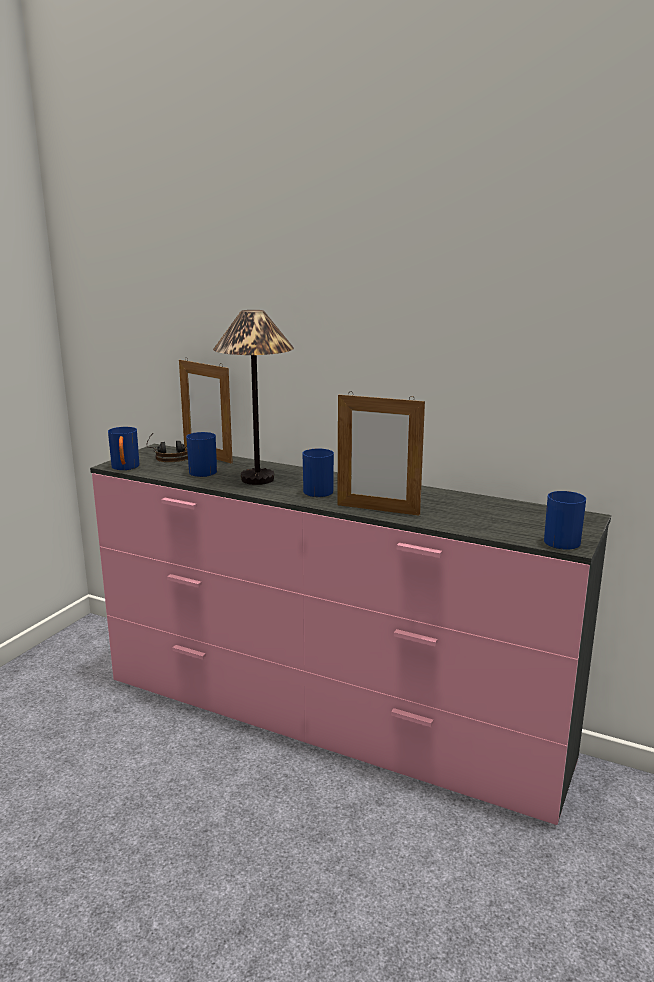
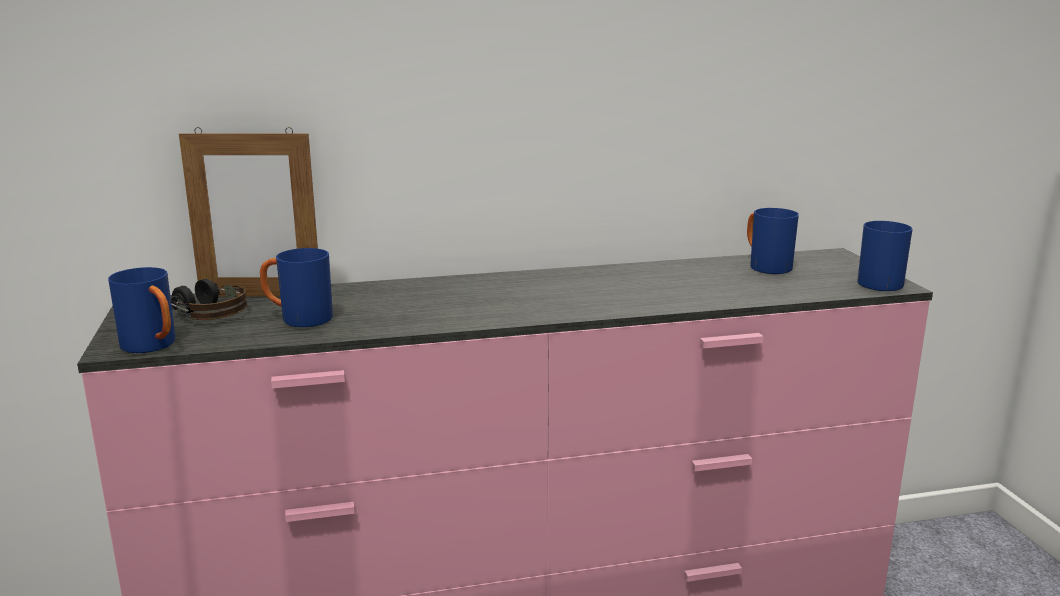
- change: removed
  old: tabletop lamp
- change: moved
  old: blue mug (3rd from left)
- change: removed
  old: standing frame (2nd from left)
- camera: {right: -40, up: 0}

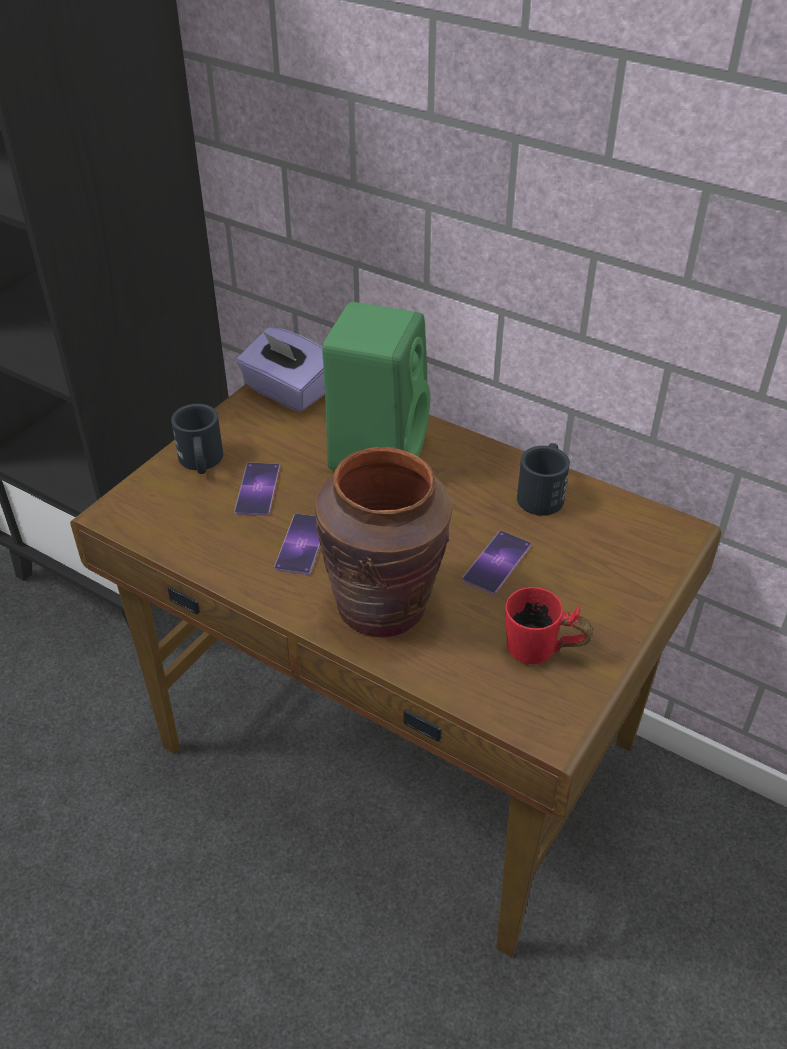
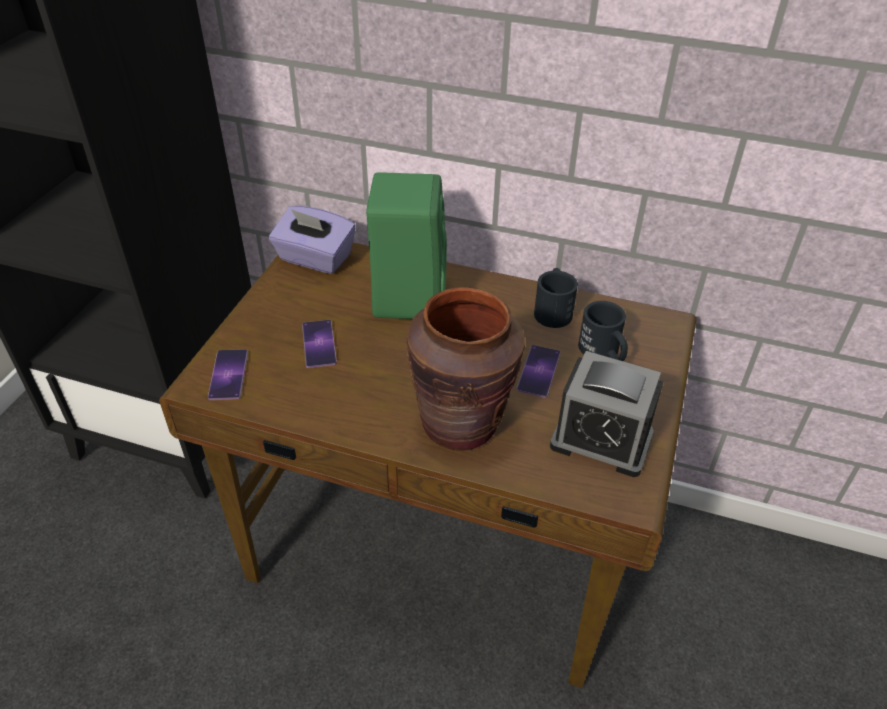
- change: moved
  old: blackish mug (1st from left in the first image)
  new: blackish mug (2nd from left)
- change: moved
  old: phone (2nd from left in the first image)
  new: phone (1st from left)
- change: replaced
  old: red-coloured mug
  new: alarm clock
- camera: {right: -15, up: 0}

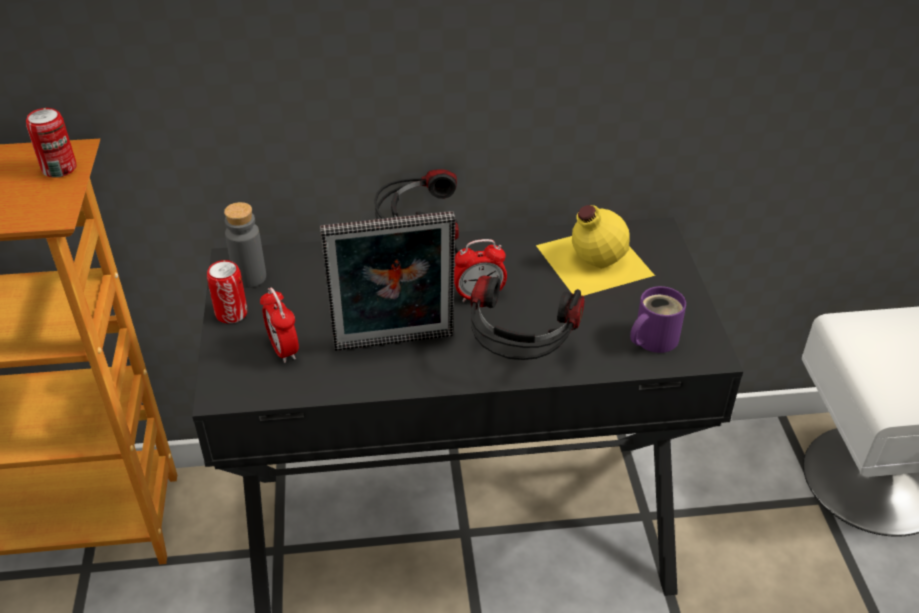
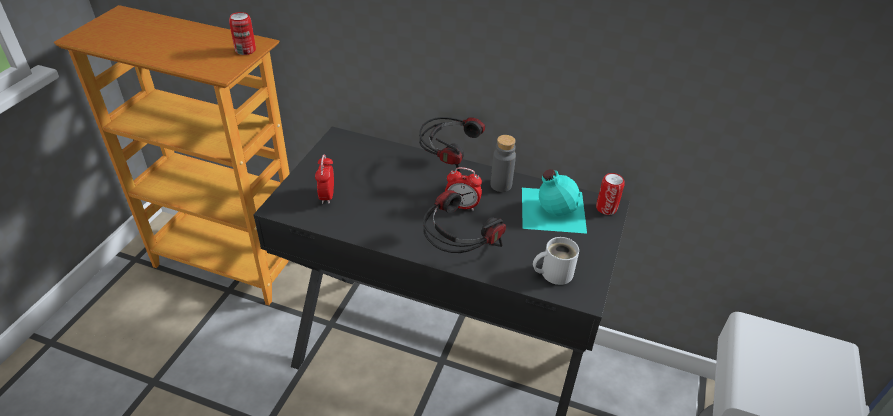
- change: moved
  old: can (2nd from left)
- change: moved
  old: gray drink bottle
- change: removed
  old: standing frame
- change: recoloured
  old: yellow-coloured drink bottle
  new: turquoise drink bottle
- change: recoloured
  old: purple-coloured mug
  new: whitish mug
- camera: {right: 25, up: 0}

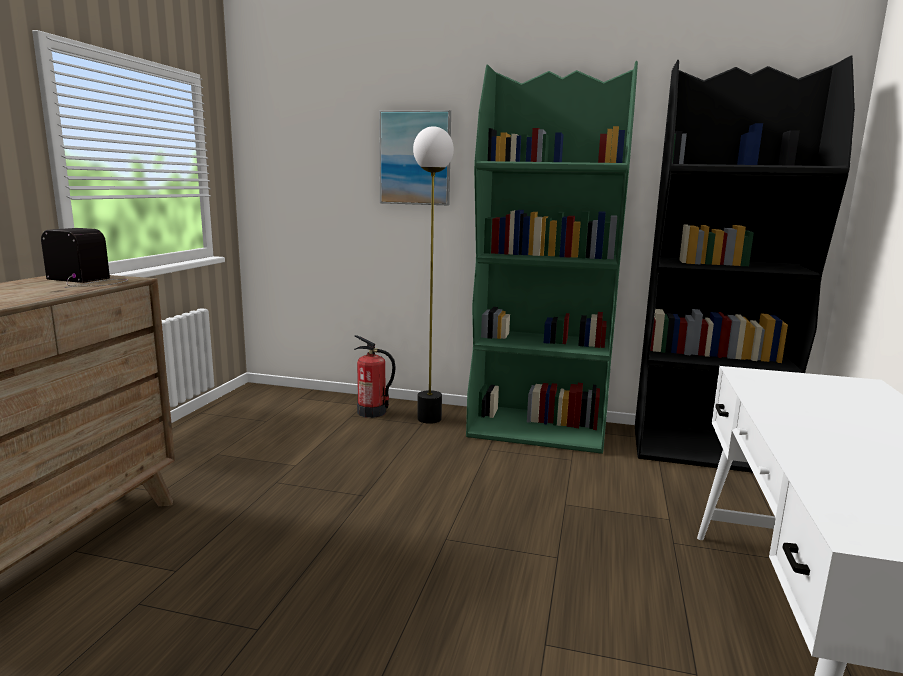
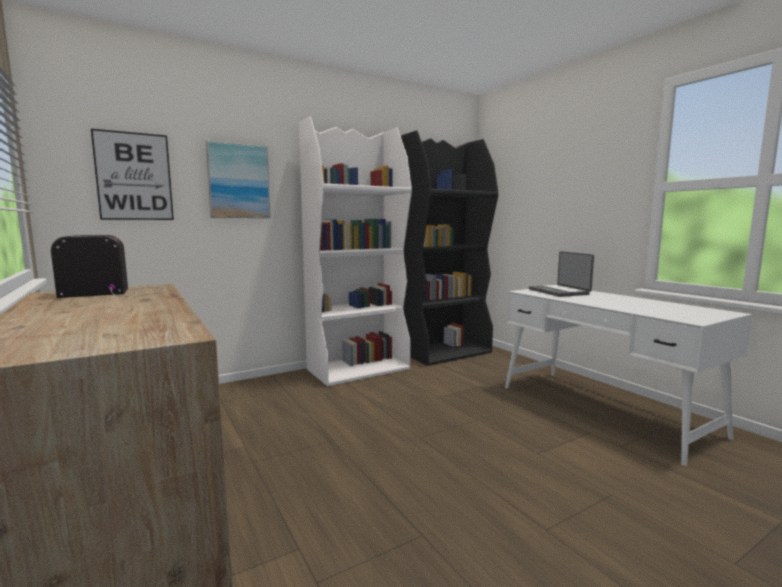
- change: removed
  old: extinguisher
- change: removed
  old: floor lamp
- change: recoloured
  old: green bookshelf
  new: whitish bookshelf
- change: added
  new: wall picture (1st from left)
- change: added
  new: portable computer
- camera: {right: -45, up: -5}

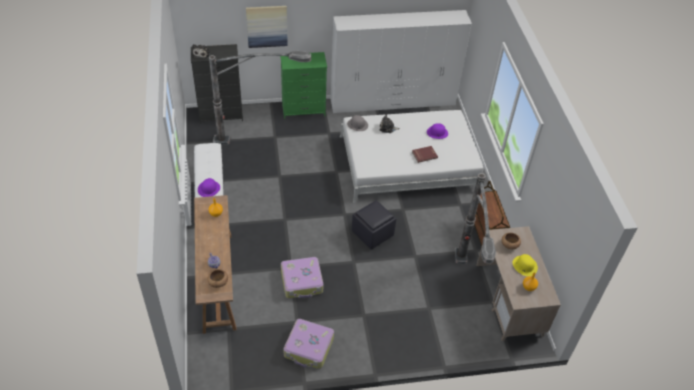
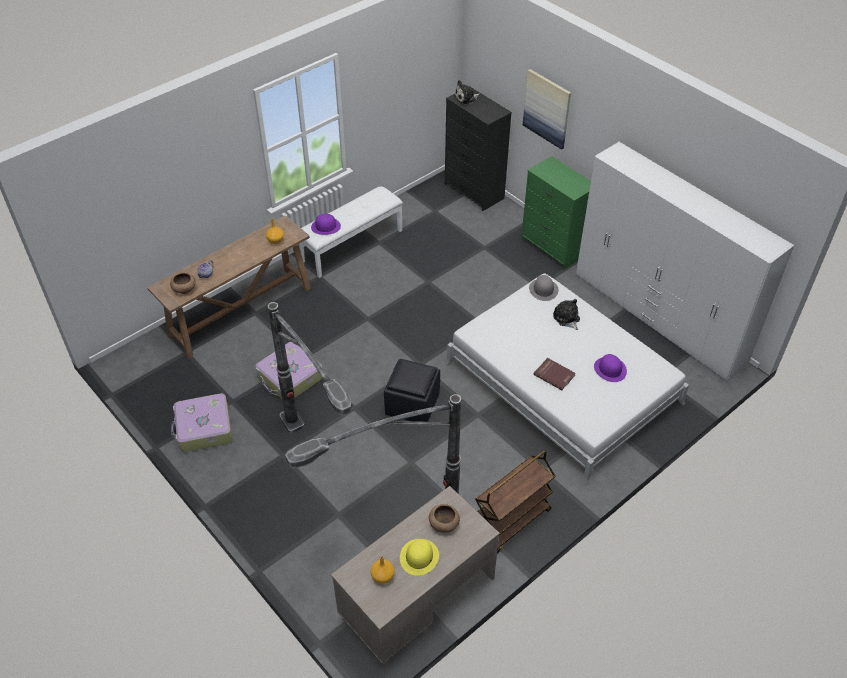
- change: moved
  old: floor lamp (1st from left)
- camera: {right: 60, up: 0}

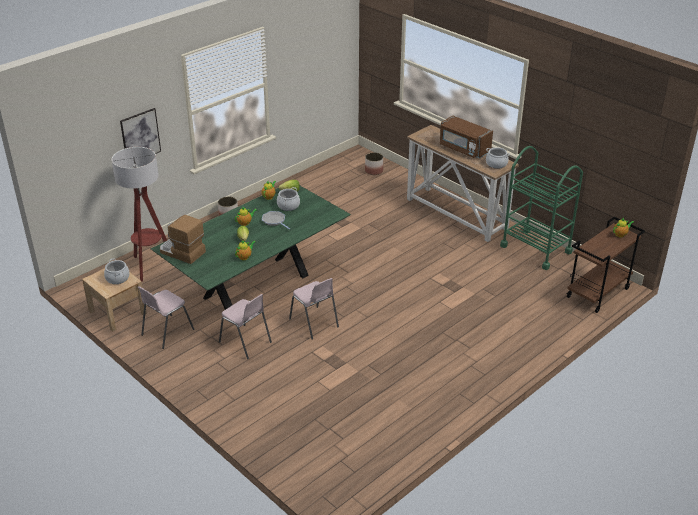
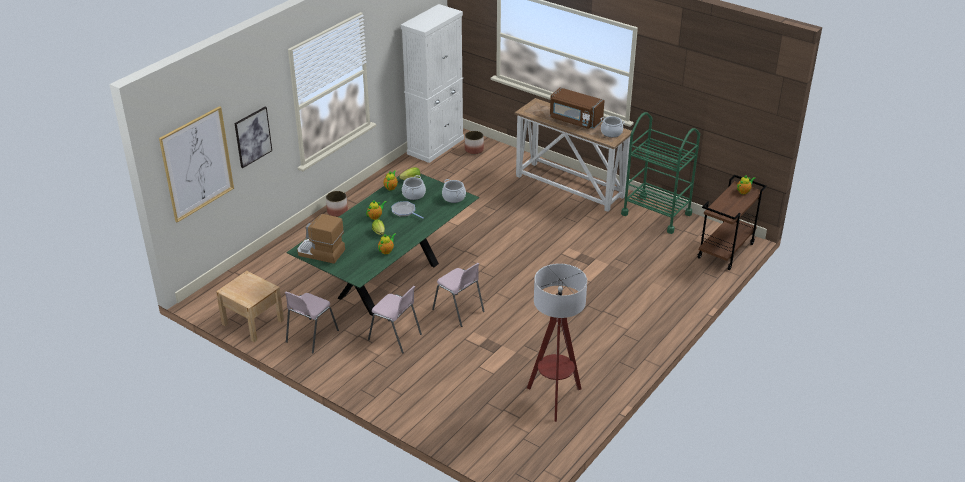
- change: moved
  old: saucepot (1st from left in the first image)
  new: saucepot (2nd from left)
- change: moved
  old: floor lamp
- change: added
  new: wall picture (1st from left)
- change: added
  new: whitish storage cabinet
- camera: {right: -10, up: 0}

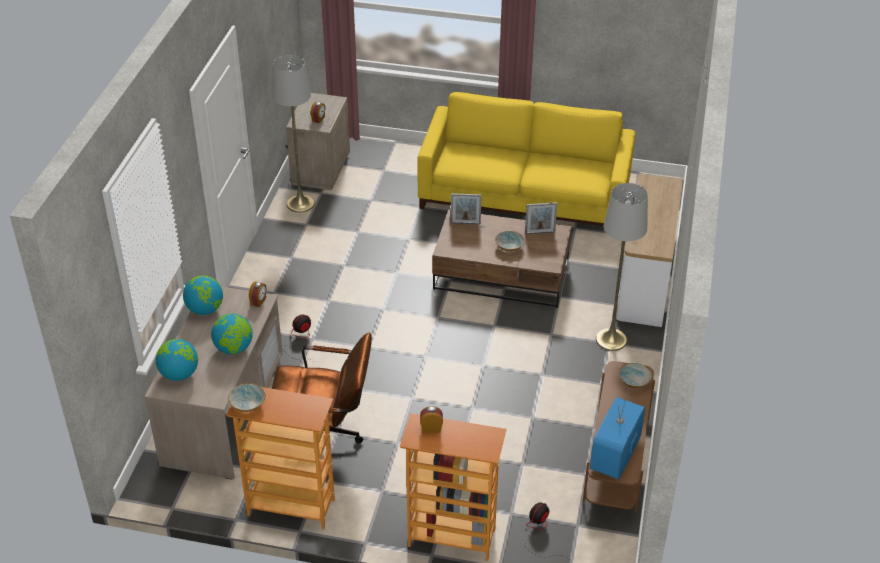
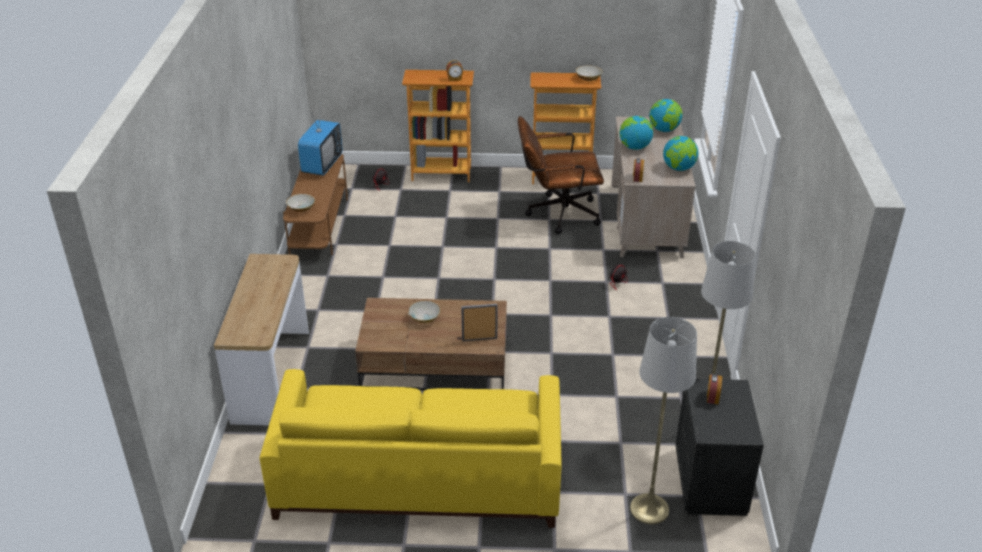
- change: recoloured
  old: sand-coloured nightstand
  new: blackish nightstand
- change: removed
  old: standing frame (2nd from left)
- change: moved
  old: gray floor lamp (2nd from left in the first image)
  new: gray floor lamp (1st from left)
- camera: {right: 170, up: -5}

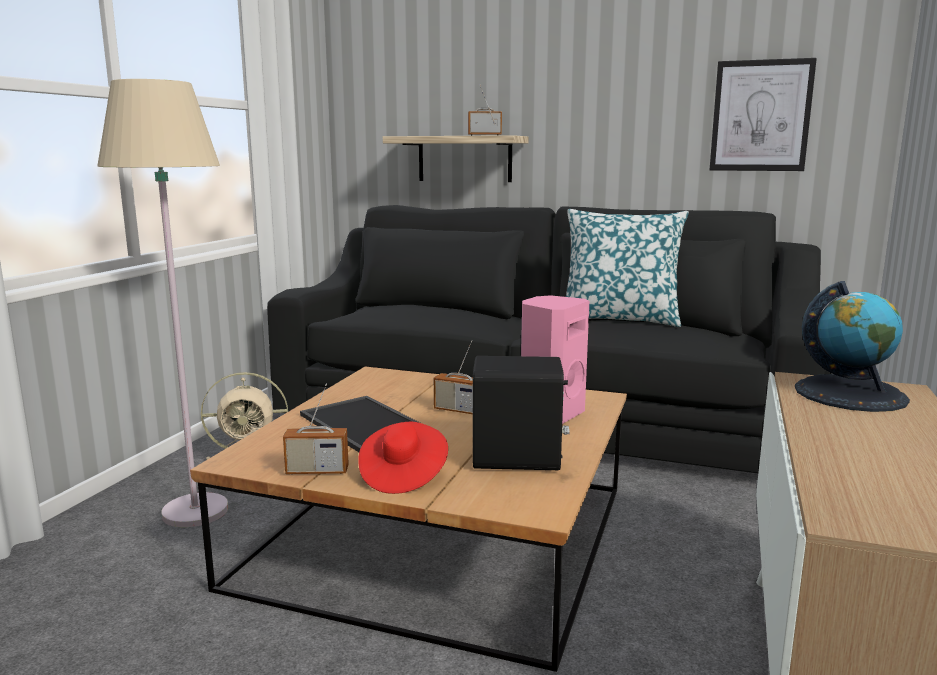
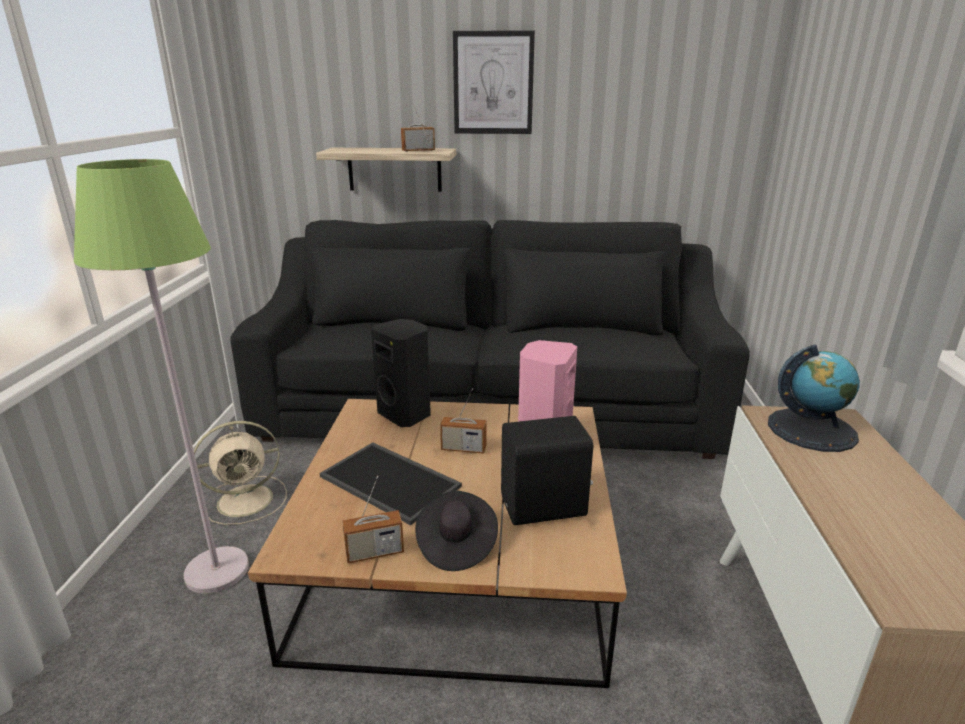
- change: recoloured
  old: sand-coloured floor lamp
  new: green floor lamp
- change: recoloured
  old: red-coloured hat
  new: blackish hat
- change: removed
  old: throw pillow
- change: moved
  old: wall picture
- change: added
  new: blackish speaker (1st from left)
- camera: {right: -15, up: 10}

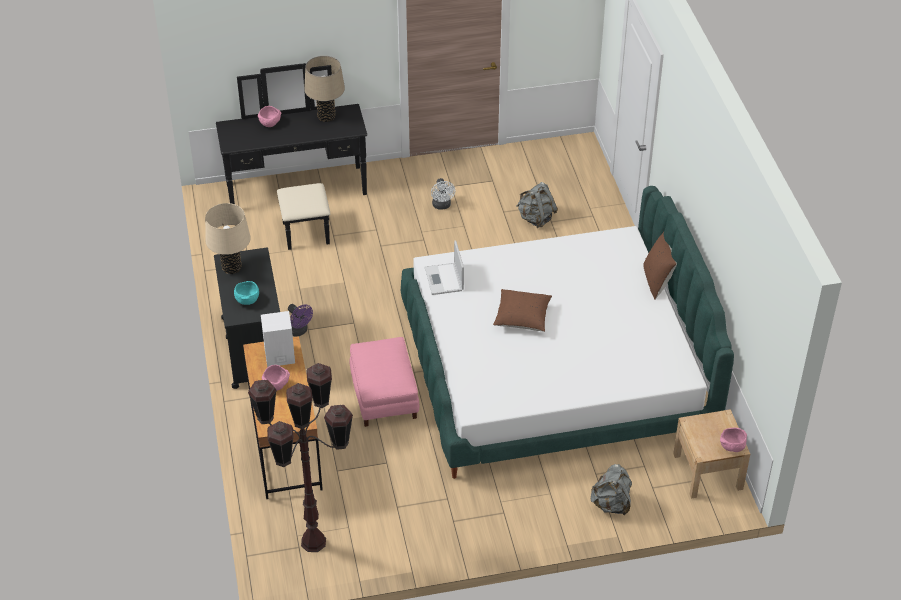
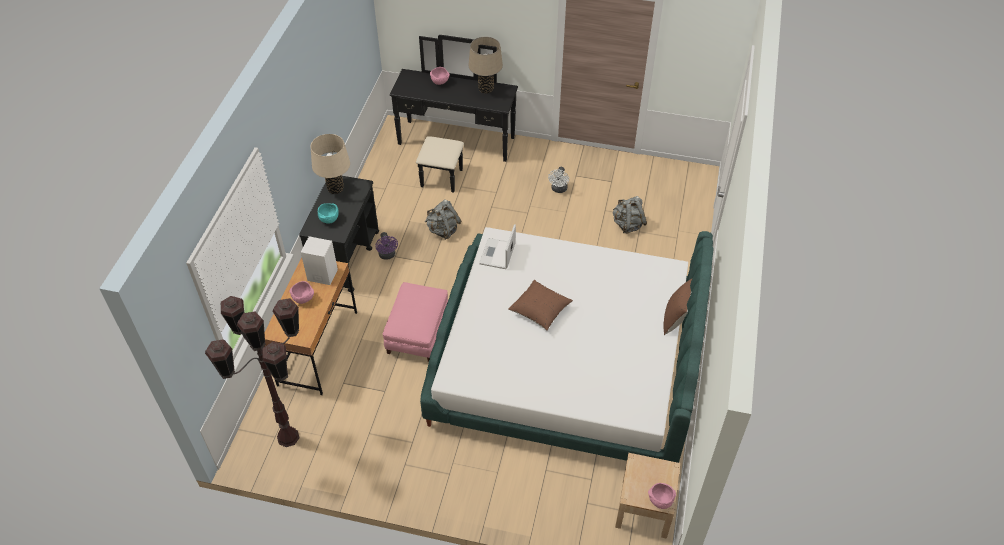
- change: moved
  old: gray knapsack (2nd from left in the first image)
  new: gray knapsack (1st from left)
- camera: {right: 25, up: 5}

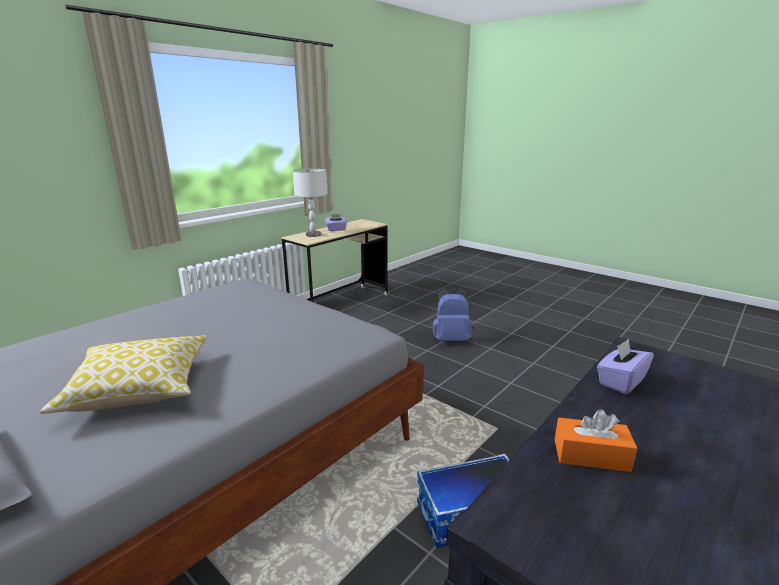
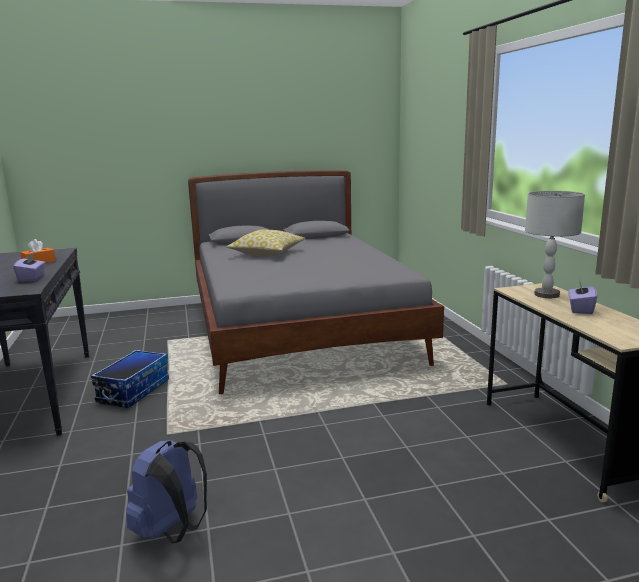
- change: moved
  old: blue knapsack
- camera: {right: 125, up: -5}

